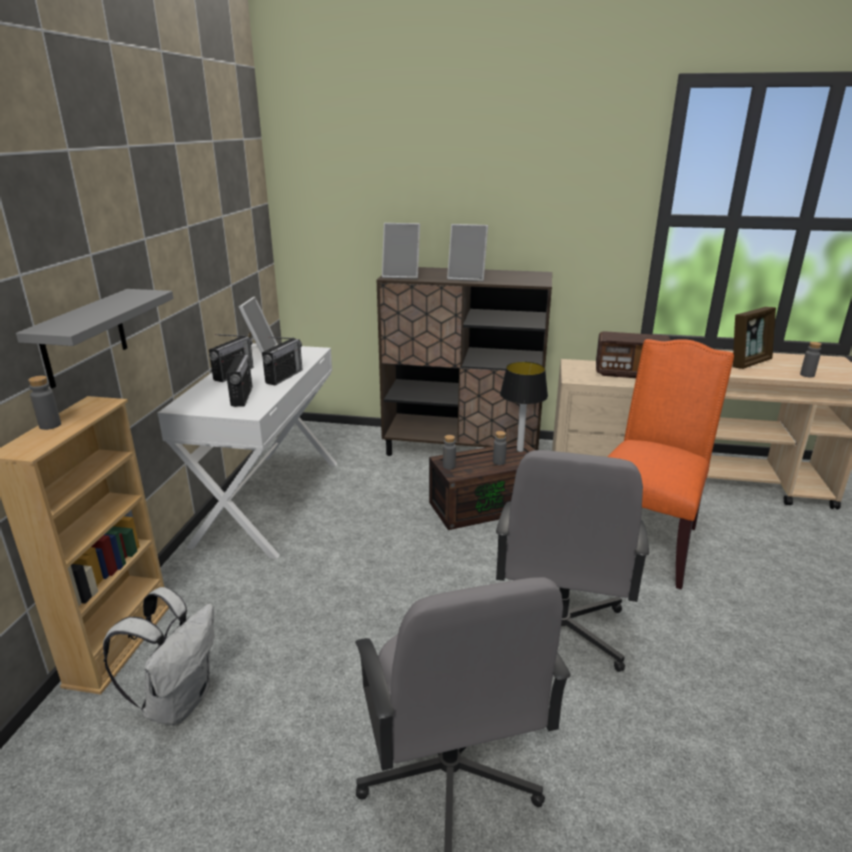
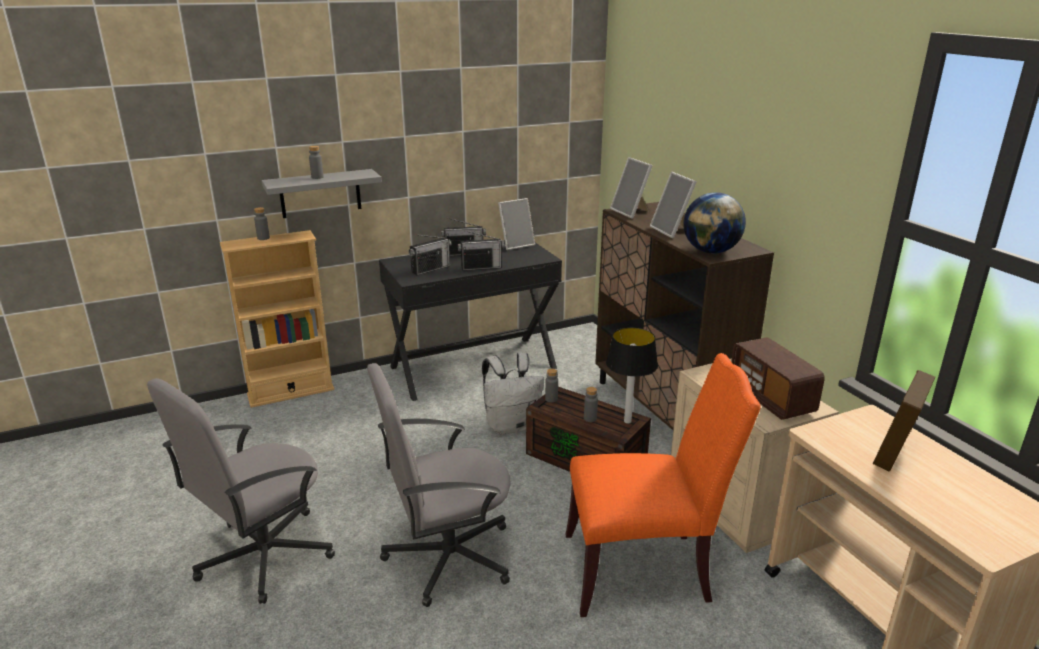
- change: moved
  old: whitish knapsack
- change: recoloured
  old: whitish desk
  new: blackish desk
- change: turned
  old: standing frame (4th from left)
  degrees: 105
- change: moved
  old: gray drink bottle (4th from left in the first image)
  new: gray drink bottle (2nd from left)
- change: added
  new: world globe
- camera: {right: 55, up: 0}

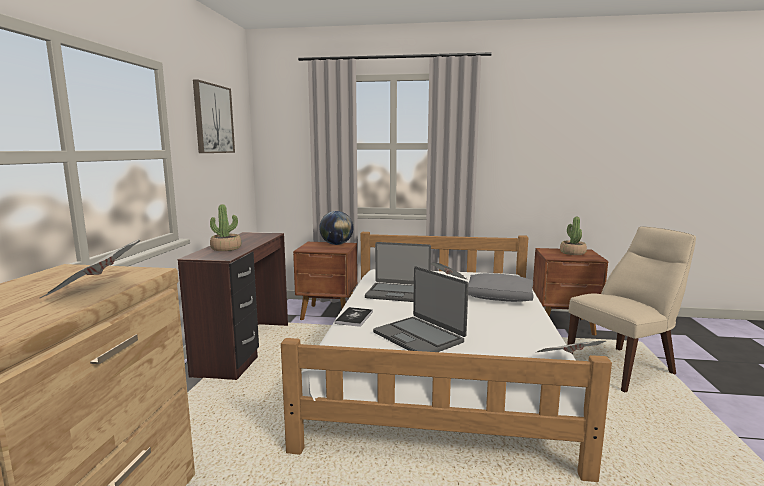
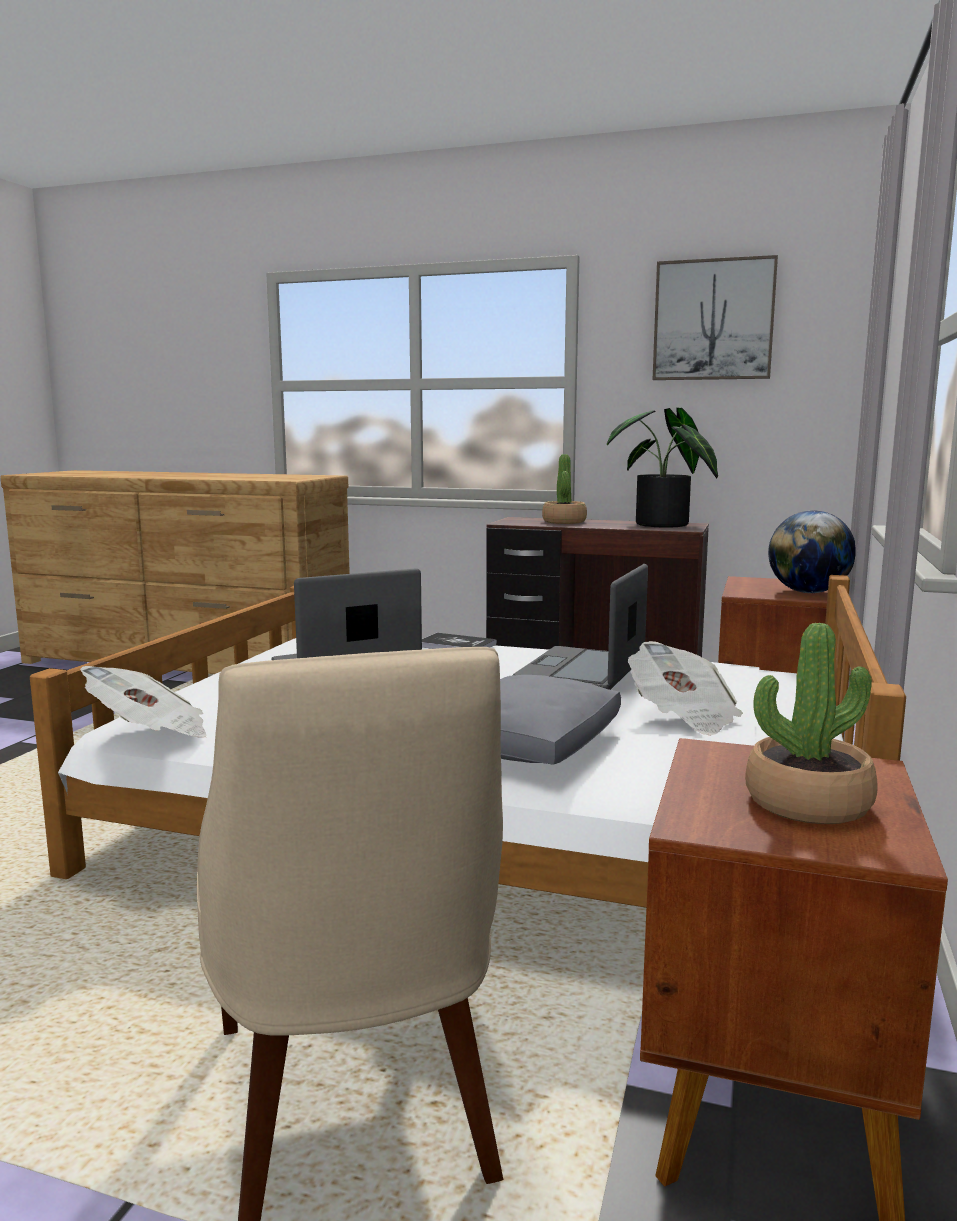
- change: removed
  old: daily paper (1st from left)
- change: added
  new: houseplant (2nd from left)
- camera: {right: 100, up: 0}

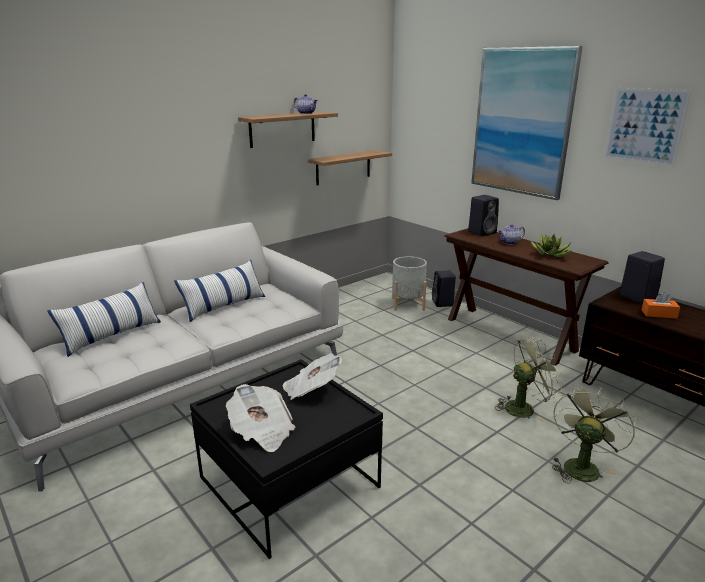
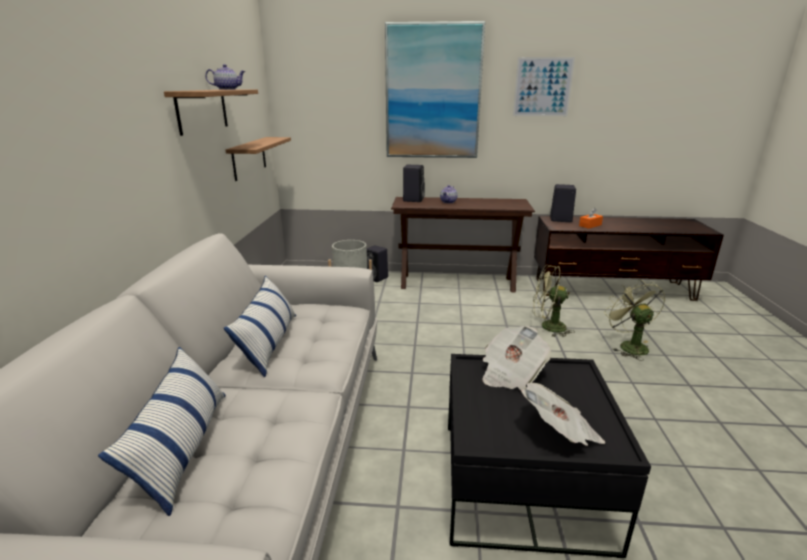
- change: turned
  old: green cooling fan (1st from left)
  degrees: -105
- change: removed
  old: houseplant
- camera: {right: -45, up: 0}

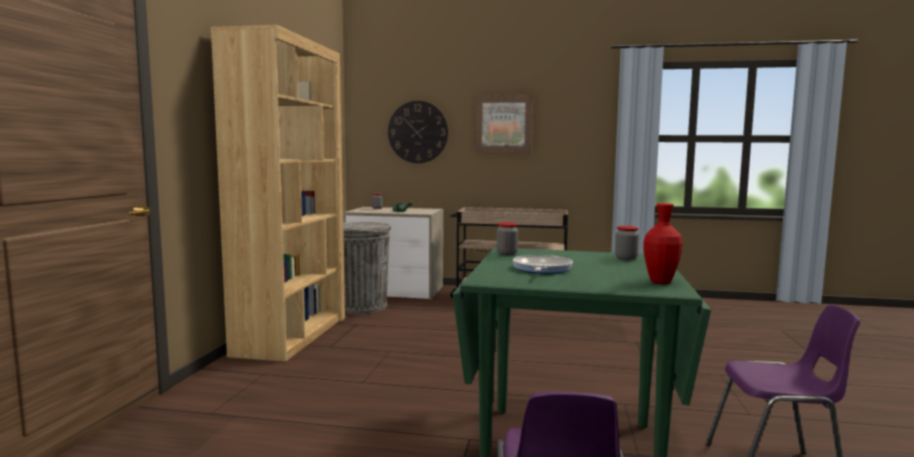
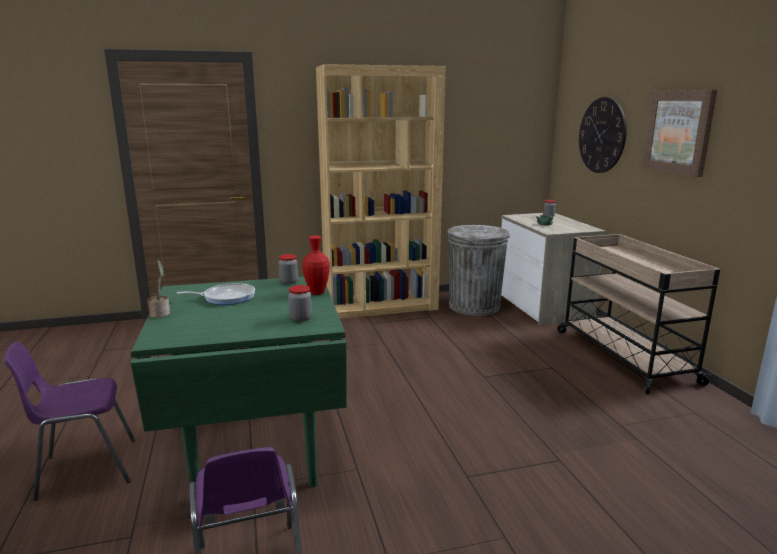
- change: moved
  old: red-coloured flower vase
- change: added
  new: houseplant
- camera: {right: 65, up: 10}

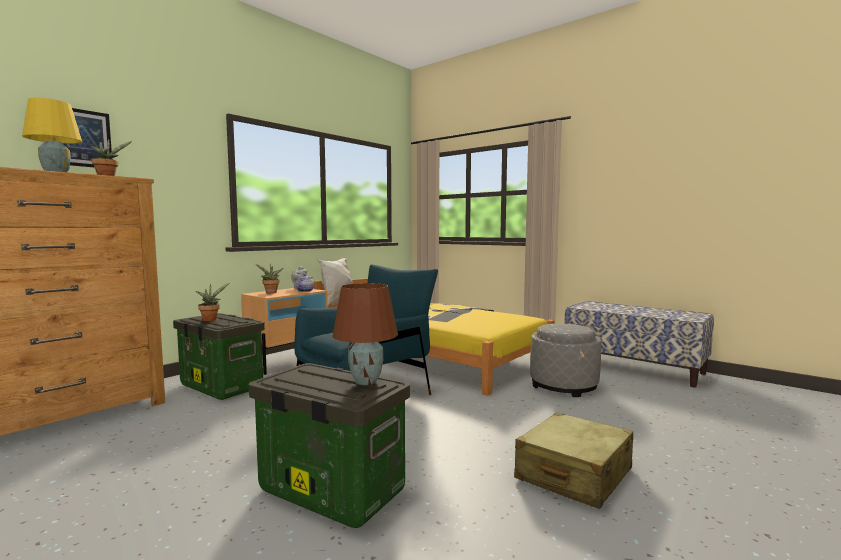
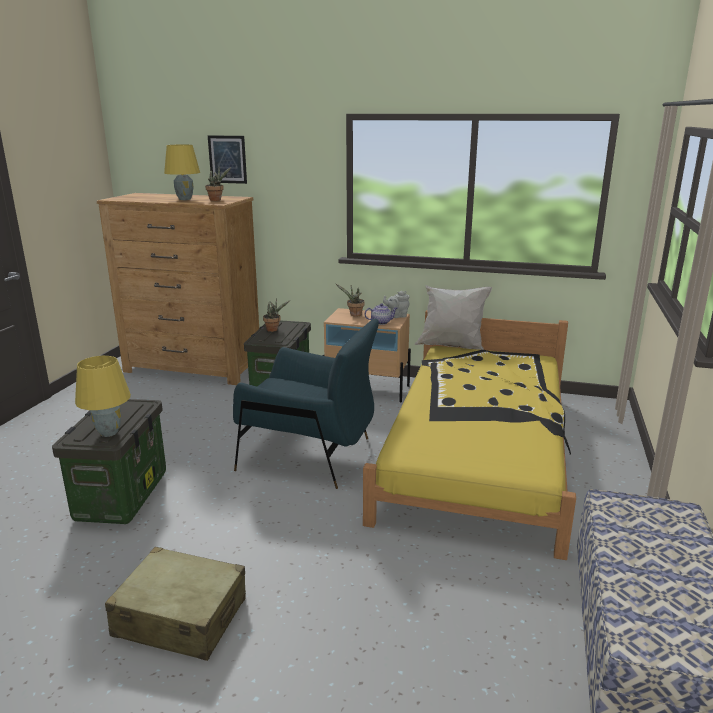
- change: recoloured
  old: brownish tabletop lamp
  new: yellow-coloured tabletop lamp (1st from left)
- change: removed
  old: gray pouffe
- camera: {right: 65, up: 15}

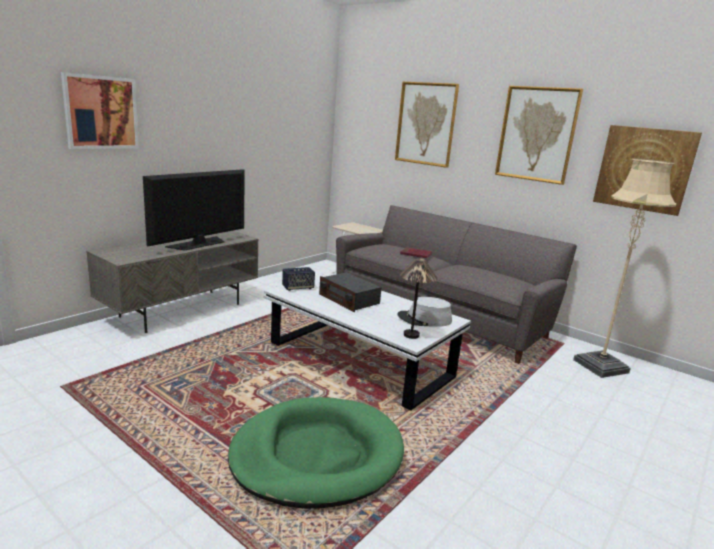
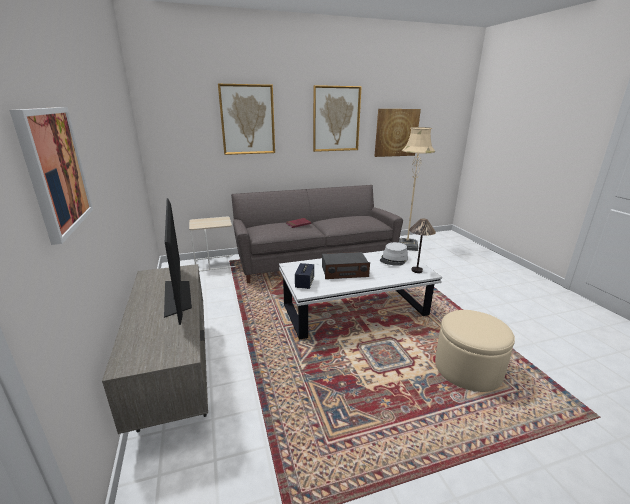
- change: replaced
  old: green dog bed
  new: sand-coloured pouffe
- camera: {right: -55, up: 5}

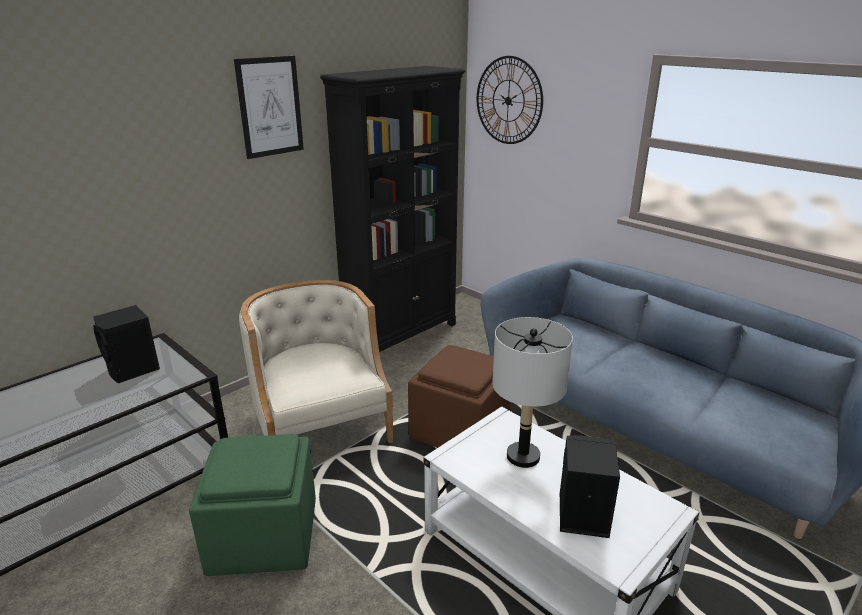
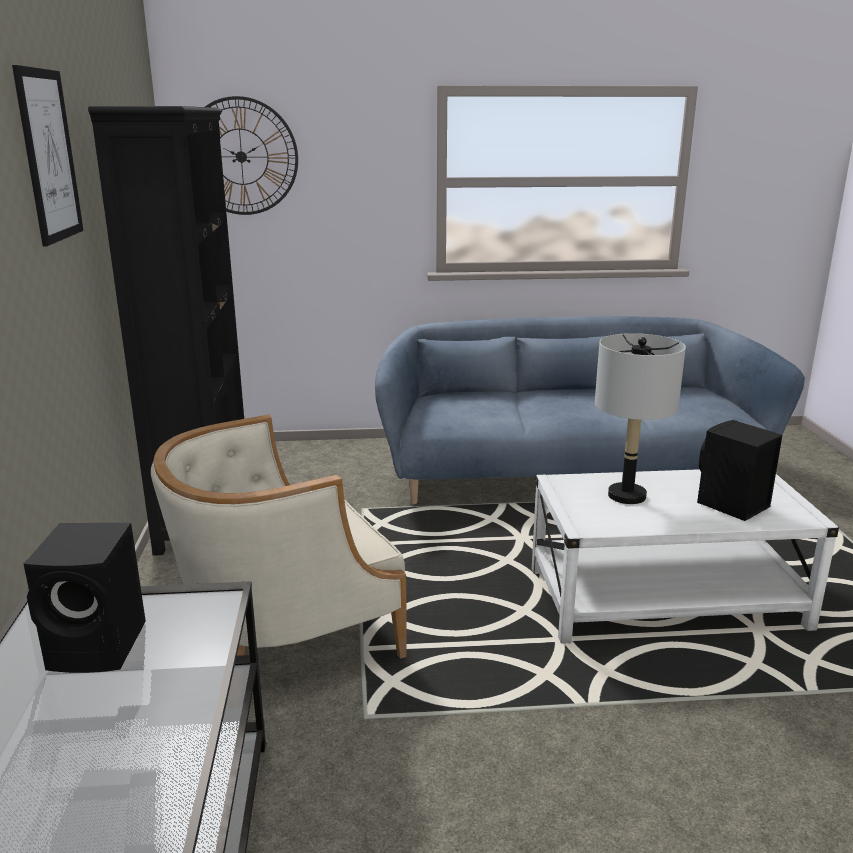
- change: removed
  old: green pouffe
- change: turned
  old: sand-coloured lounge chair
  degrees: -45
- change: removed
  old: brownish pouffe
- camera: {right: -50, up: -5}

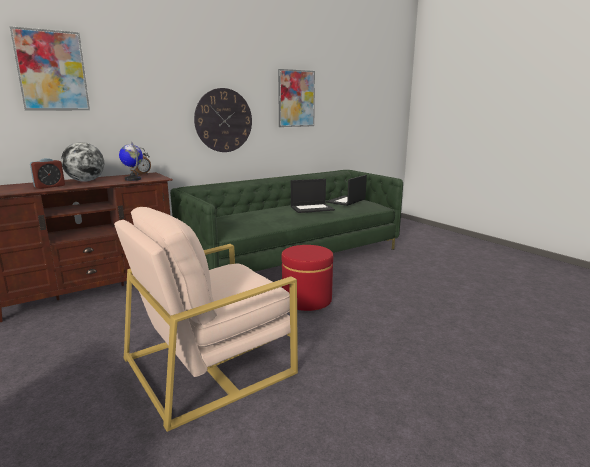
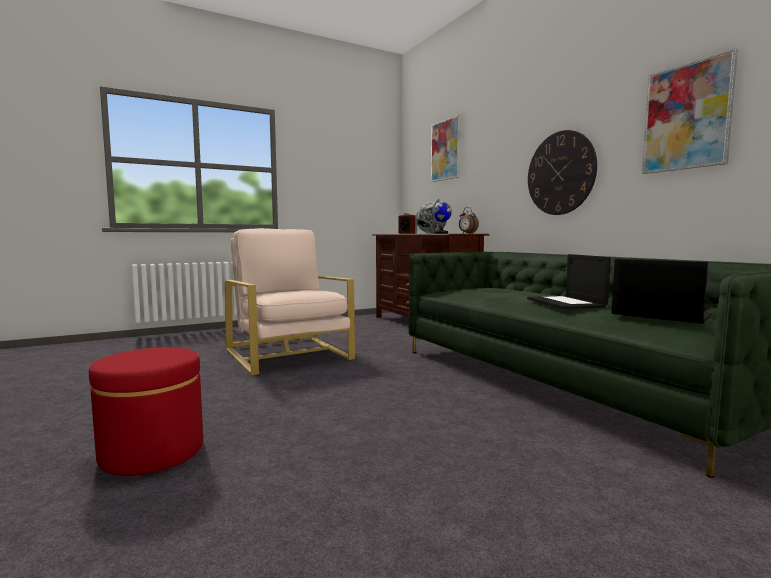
- change: moved
  old: red-coloured pouffe
- camera: {right: 95, up: -10}

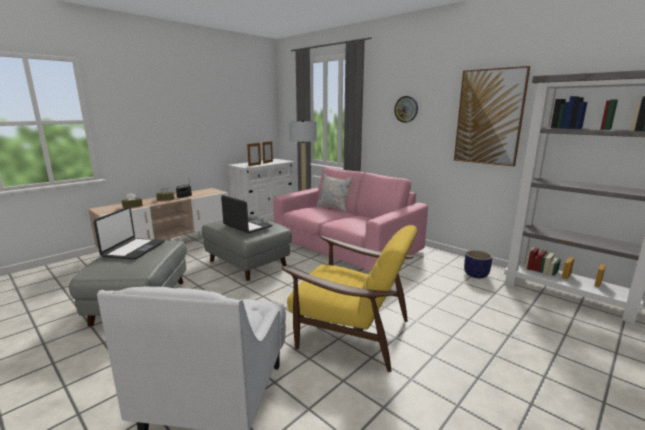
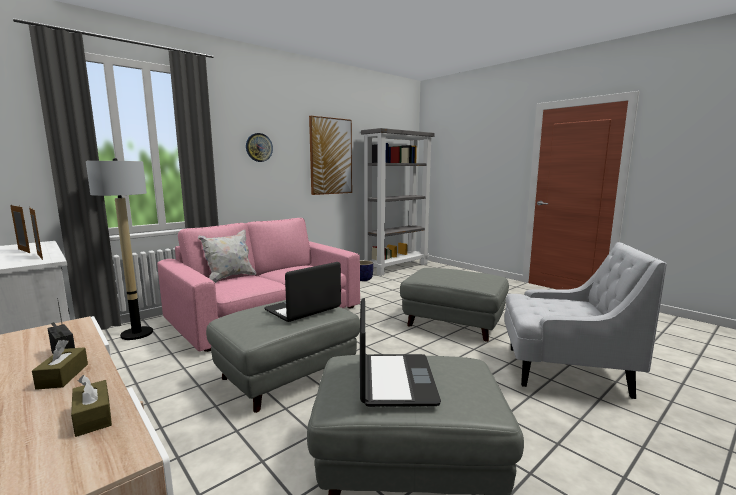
- change: turned
  old: portable computer (1st from left in the first image)
  degrees: 75
- change: replaced
  old: yellow-coloured lounge chair
  new: gray pouffe (3rd from left)
- camera: {right: -85, up: -5}

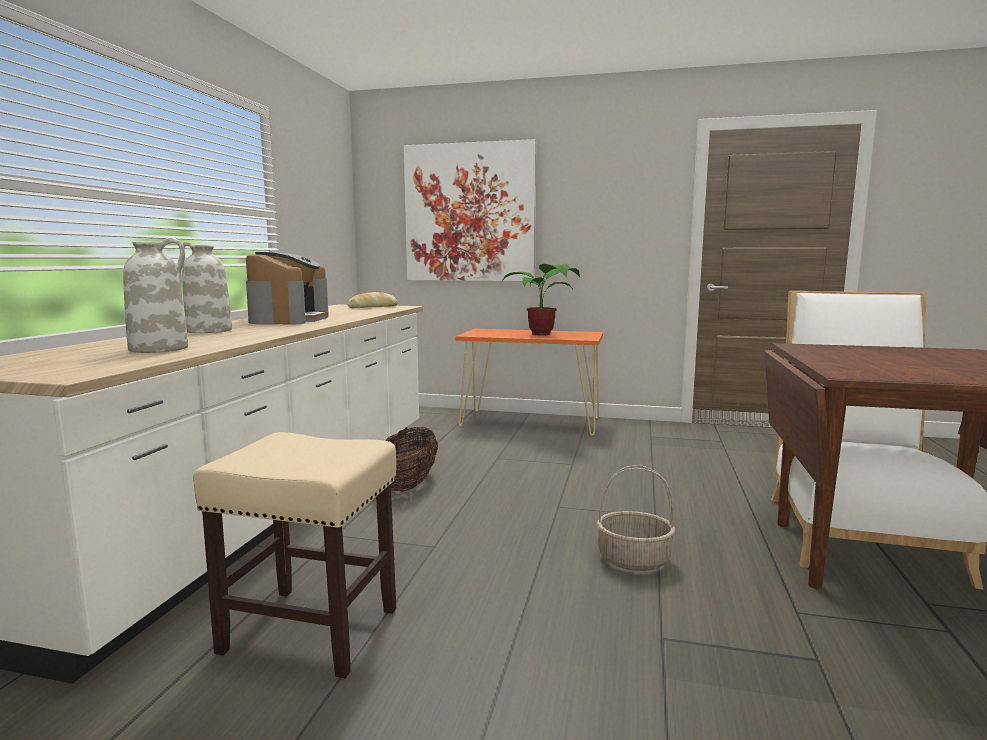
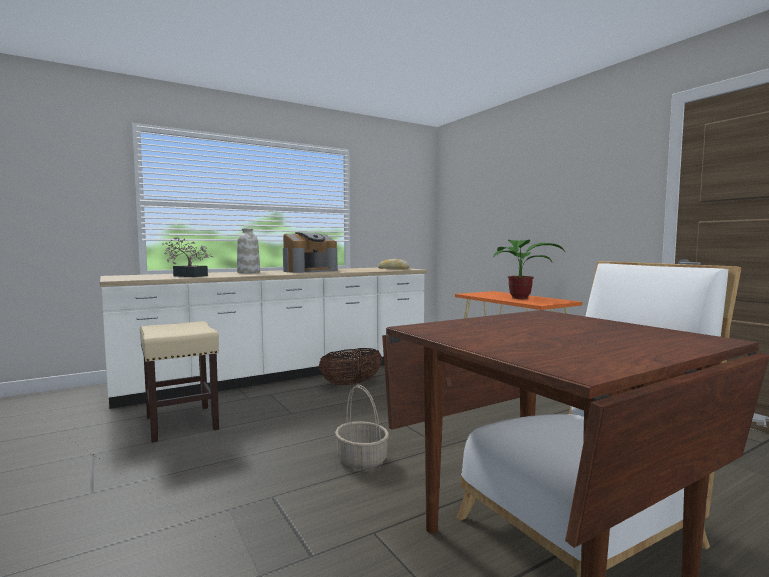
- change: replaced
  old: whitish flower vase (1st from left)
  new: houseplant (1st from left)
- change: removed
  old: wall picture
- camera: {right: 45, up: -5}

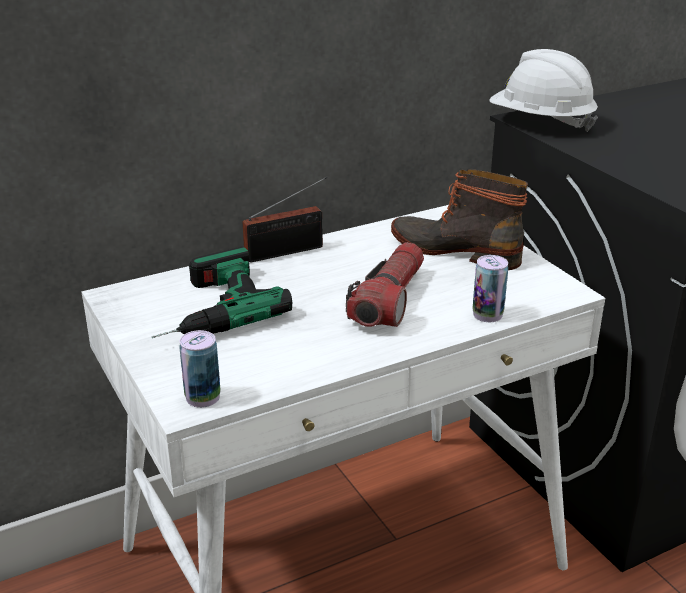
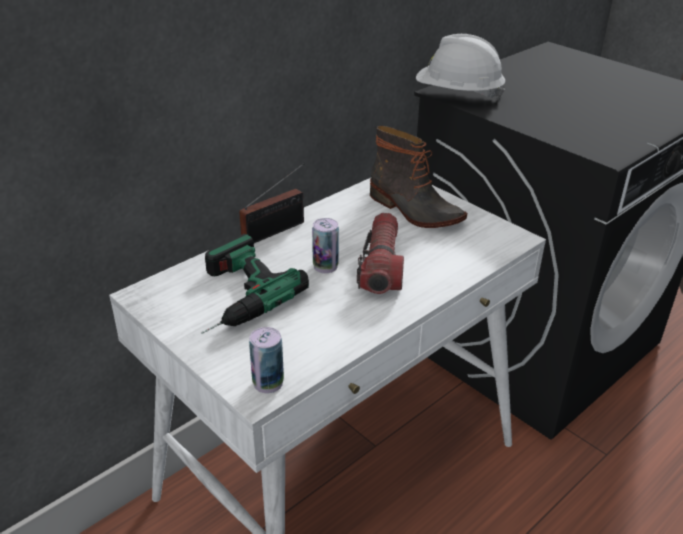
- change: turned
  old: high-top boot
  degrees: -150
- change: moved
  old: can (2nd from left)
- camera: {right: -15, up: 5}

